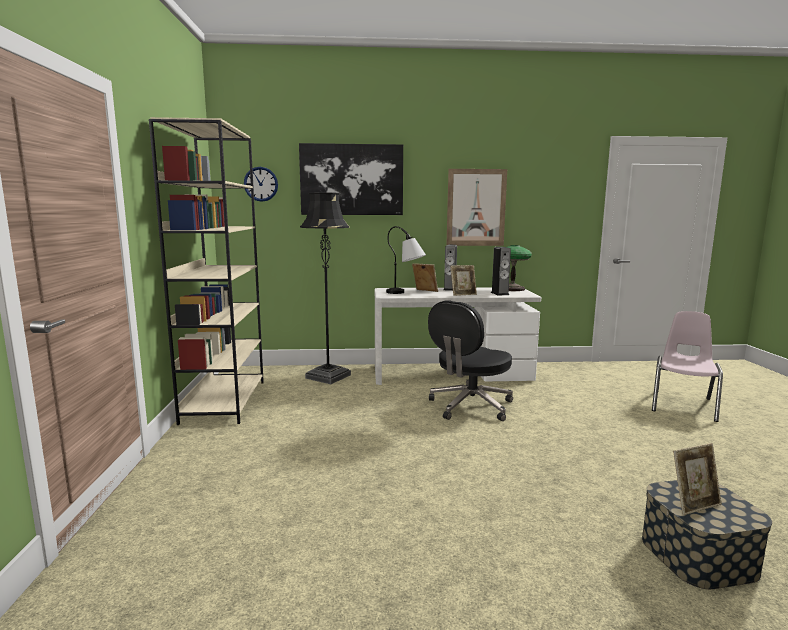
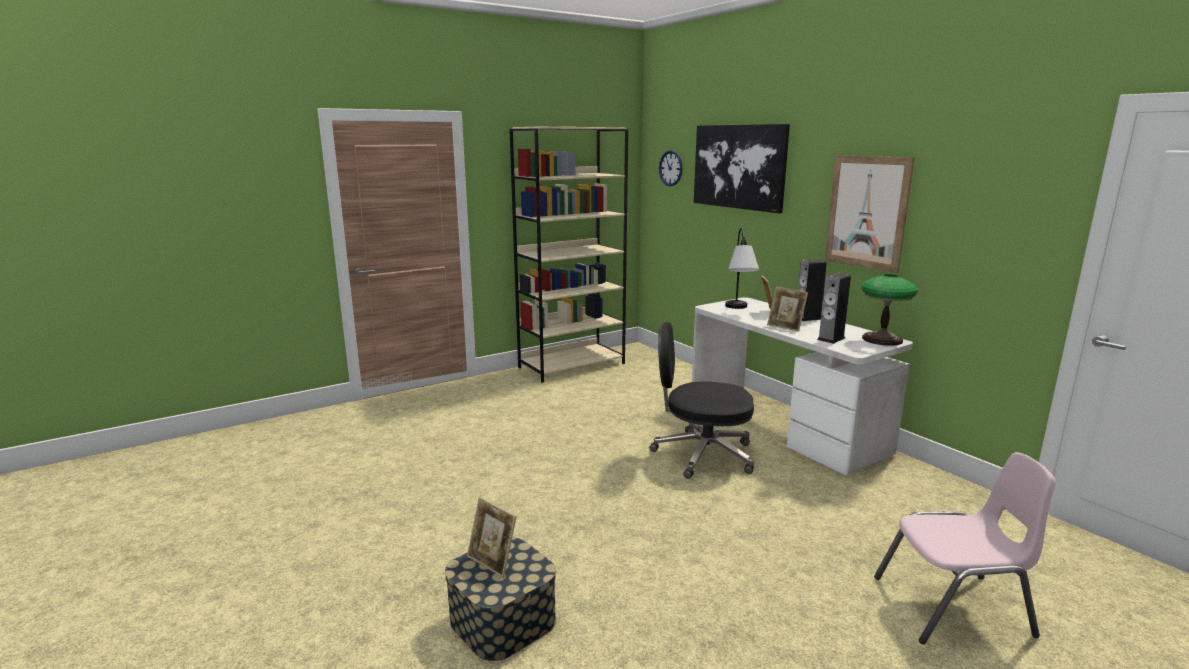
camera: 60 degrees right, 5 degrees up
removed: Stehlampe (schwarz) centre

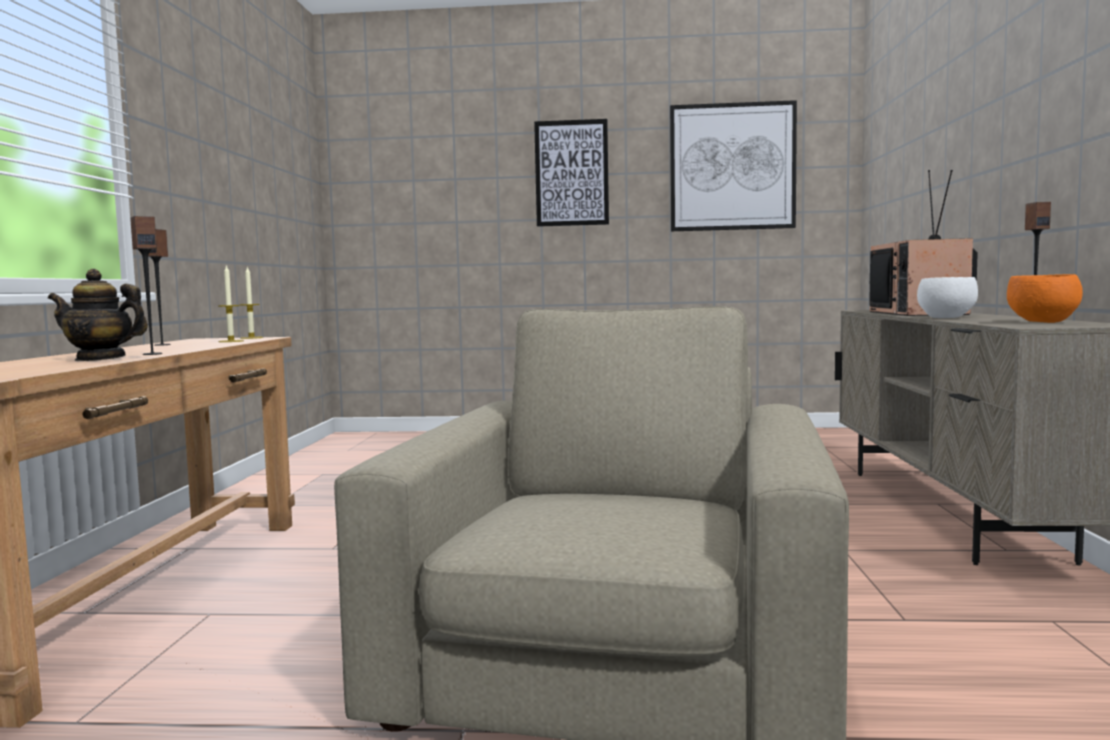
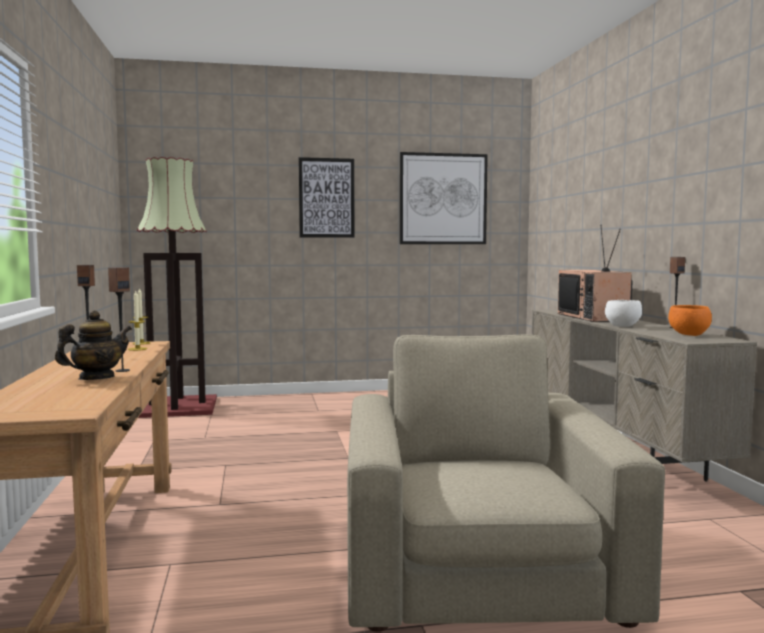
camera: 15 degrees left, 0 degrees up
added: Stehlampe middle left
turned: Teekanne middle left = middle left 150 degrees clockwise

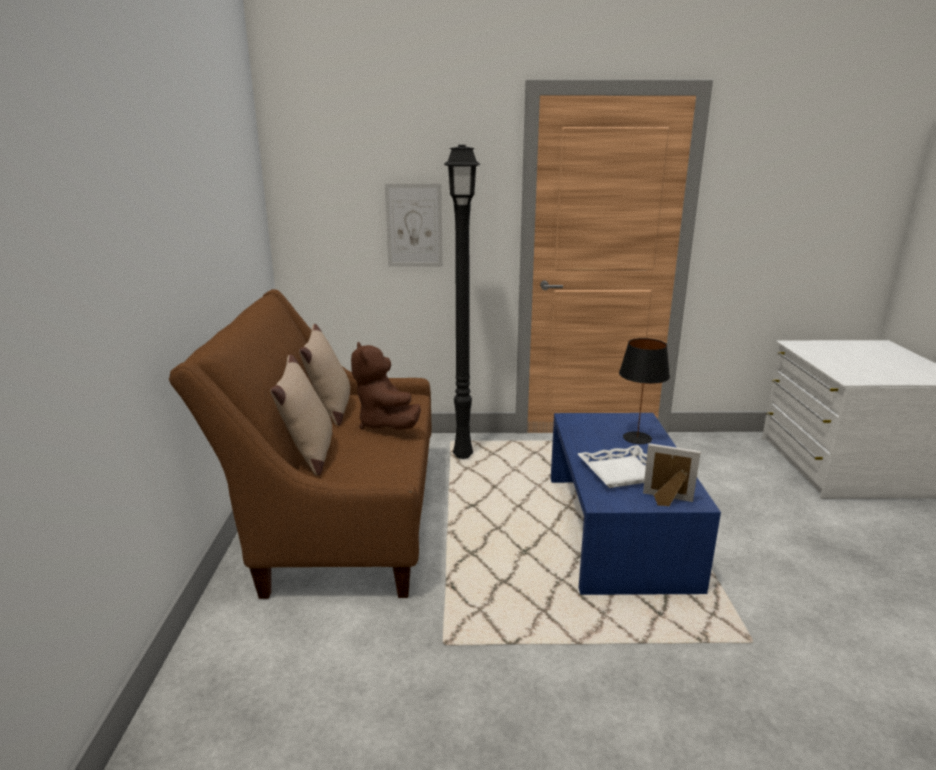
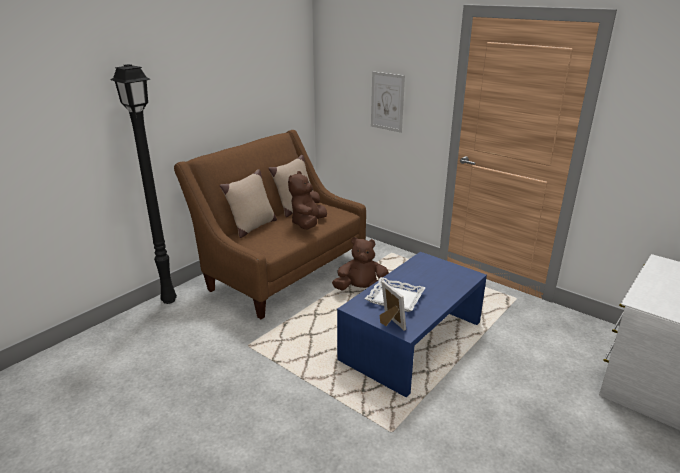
camera: 40 degrees right, 5 degrees up
removed: Tischlampe (schwarz) middle right
added: Plüschtier (braun) (2nd from left) centre
moved: Stehlampe (schwarz) centre to middle left

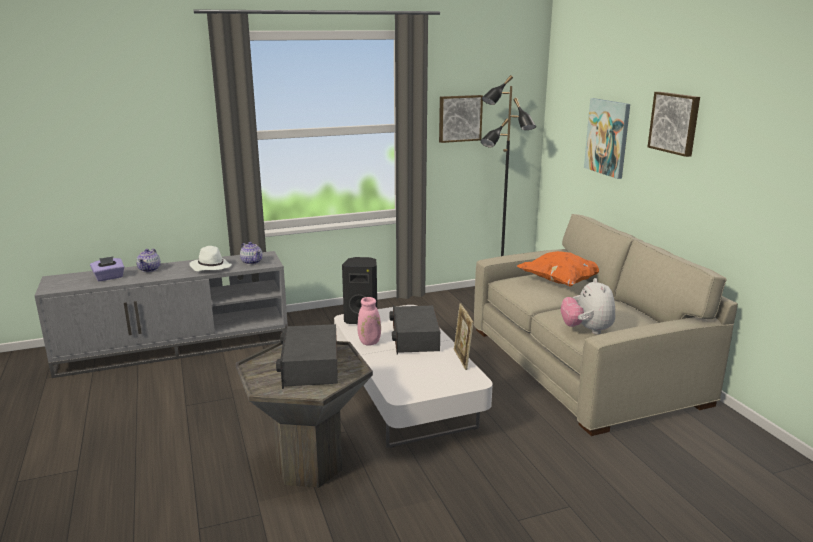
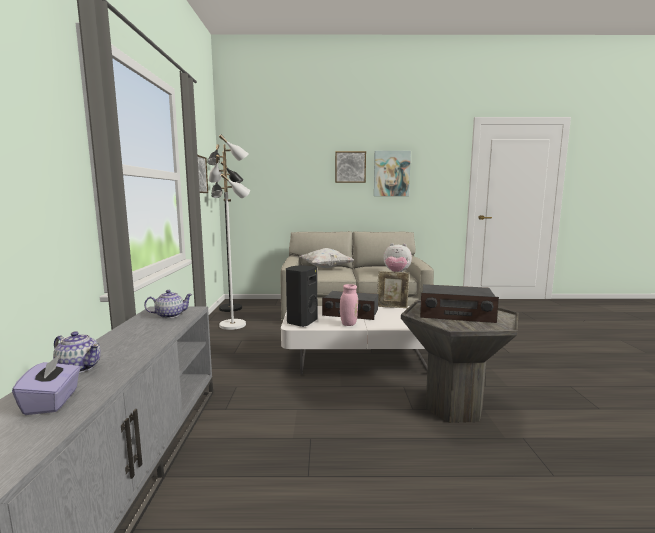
camera: 70 degrees left, 10 degrees down
removed: Hut (weiß) middle left
added: Stehlampe (weiß) centre
moved: Bild (2nd from left in the first image) top right to Bild (3rd from left) top centre
recoloured: Kissen (orange) middle right to Kissen (weiß) centre

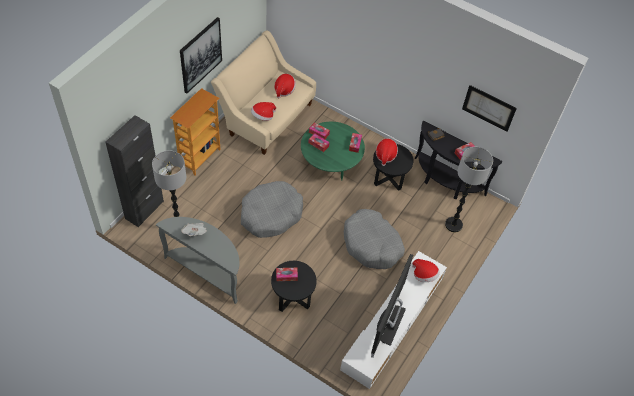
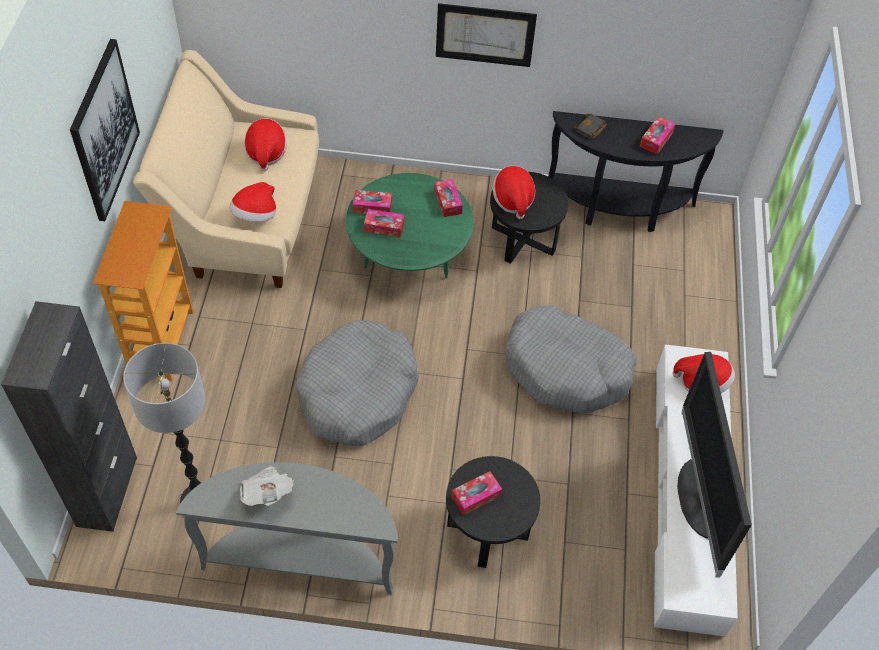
camera: 25 degrees left, 0 degrees up
removed: Stehlampe (2nd from left) middle right
moved: Bild (2nd from left) top right to top centre

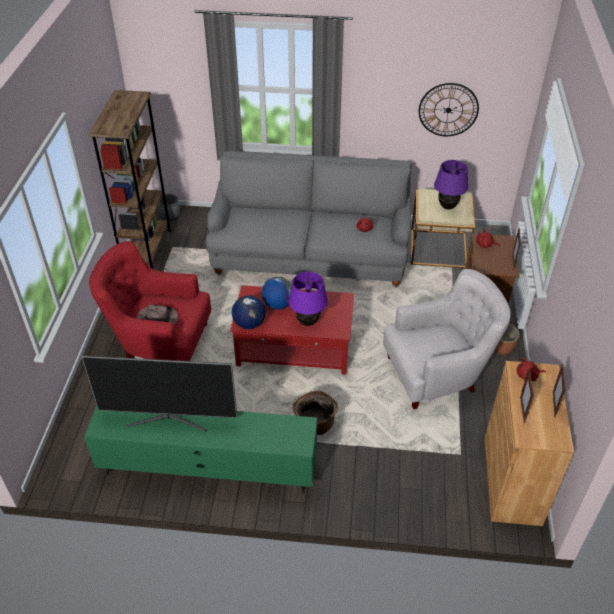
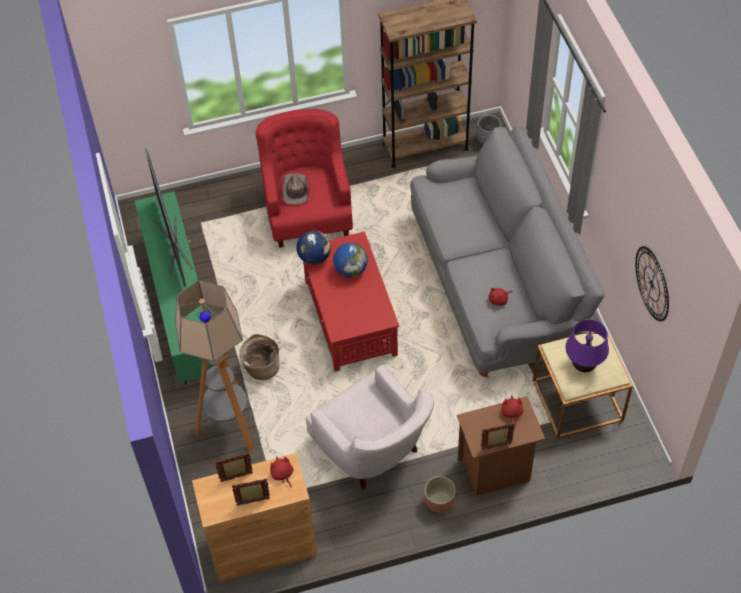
camera: 70 degrees right, 10 degrees up
removed: Tischlampe (lila) (1st from left) centre
added: Stehlampe middle left

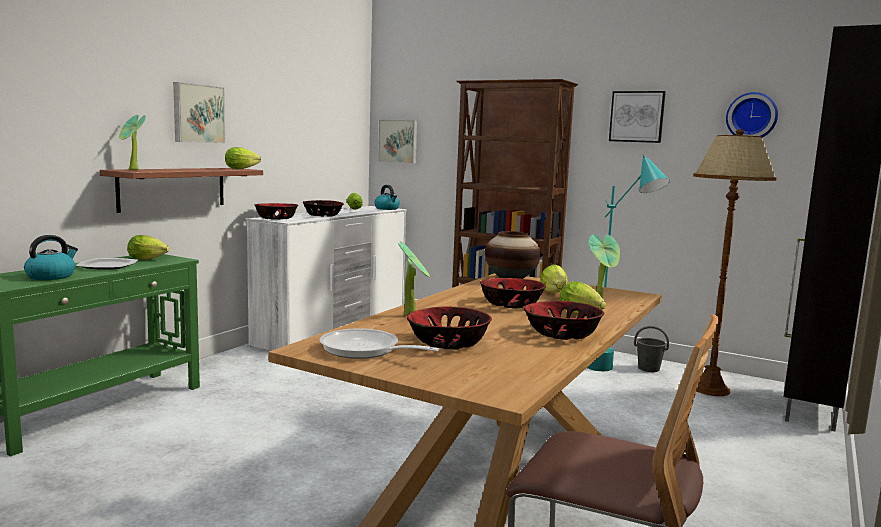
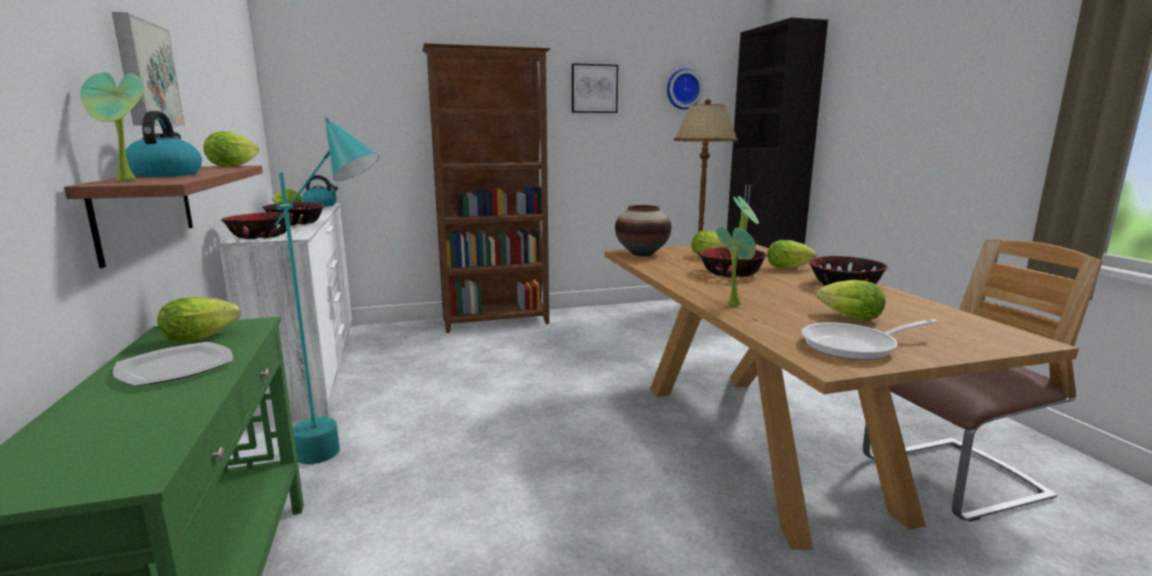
camera: 45 degrees left, 5 degrees up
removed: Bild (2nd from left) top centre; Eimer (grau) middle right
moved: Wasserkessel (1st from left) middle left to top left; Stehlampe (türkis) middle right to middle left
replaced: Schüssel (3rd from left) centre to Salatkopf (6th from left) middle right

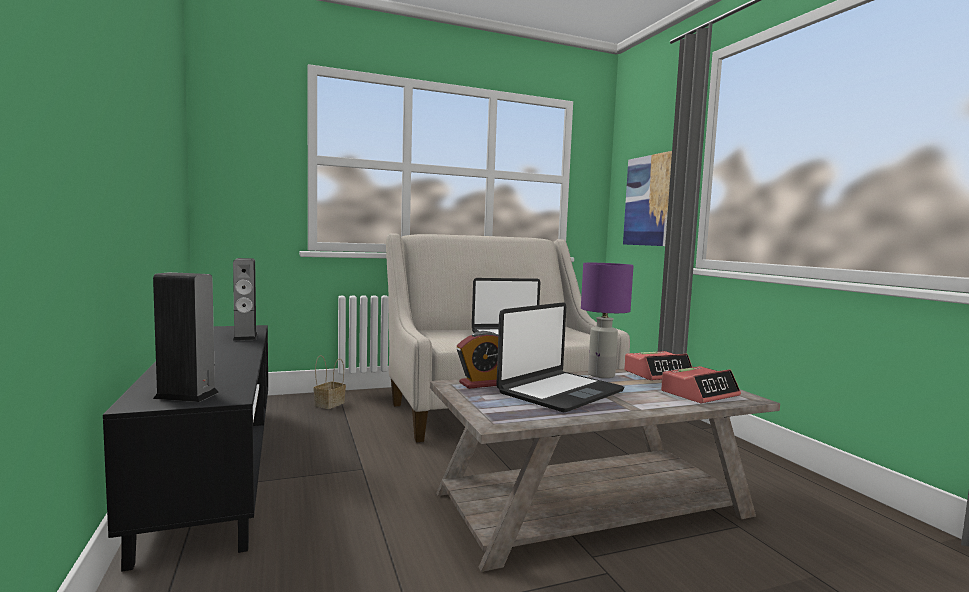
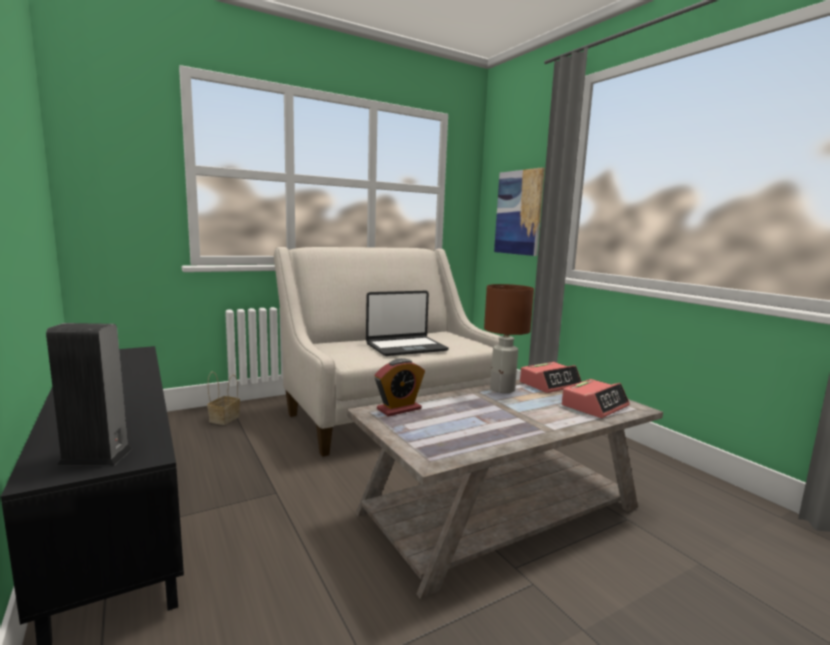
camera: 10 degrees left, 5 degrees up
removed: Lautsprecher (2nd from left) middle left; Laptop (2nd from left) centre
recoloured: Tischlampe (lila) centre to Tischlampe (braun) centre

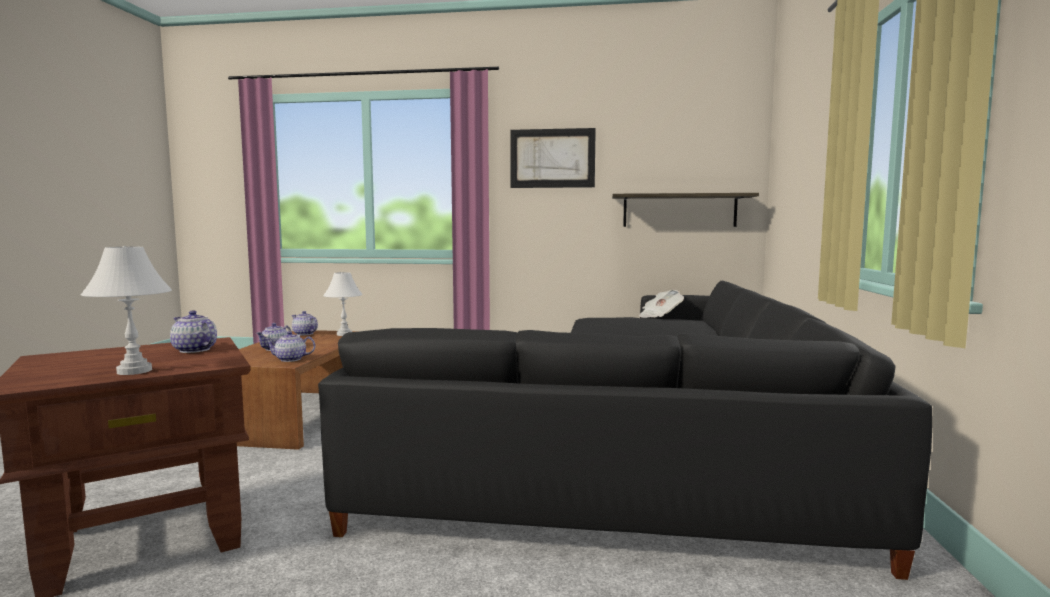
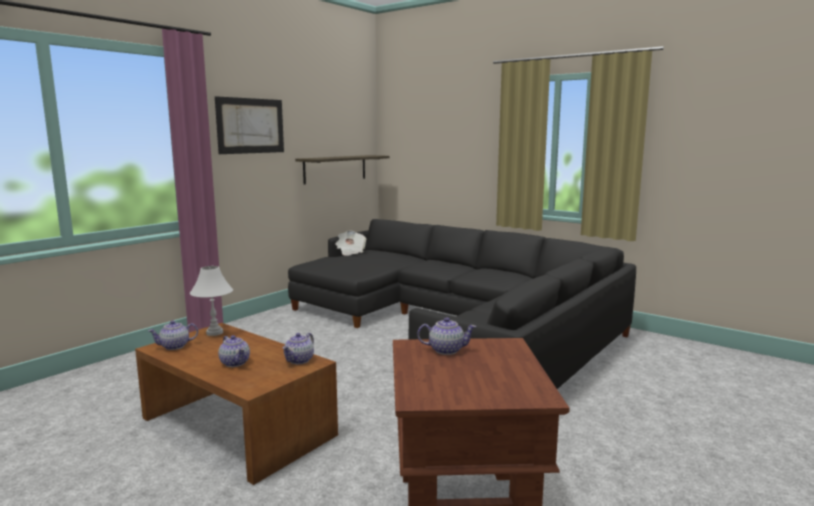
camera: 60 degrees left, 5 degrees up
removed: Tischlampe (weiß) (1st from left) middle left
turned: Teekanne (1st from left in the first image) middle left = centre 150 degrees counterclockwise

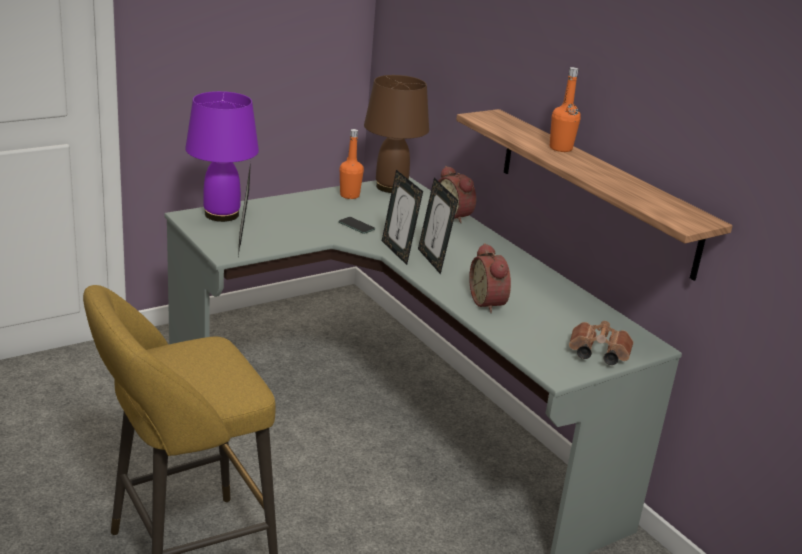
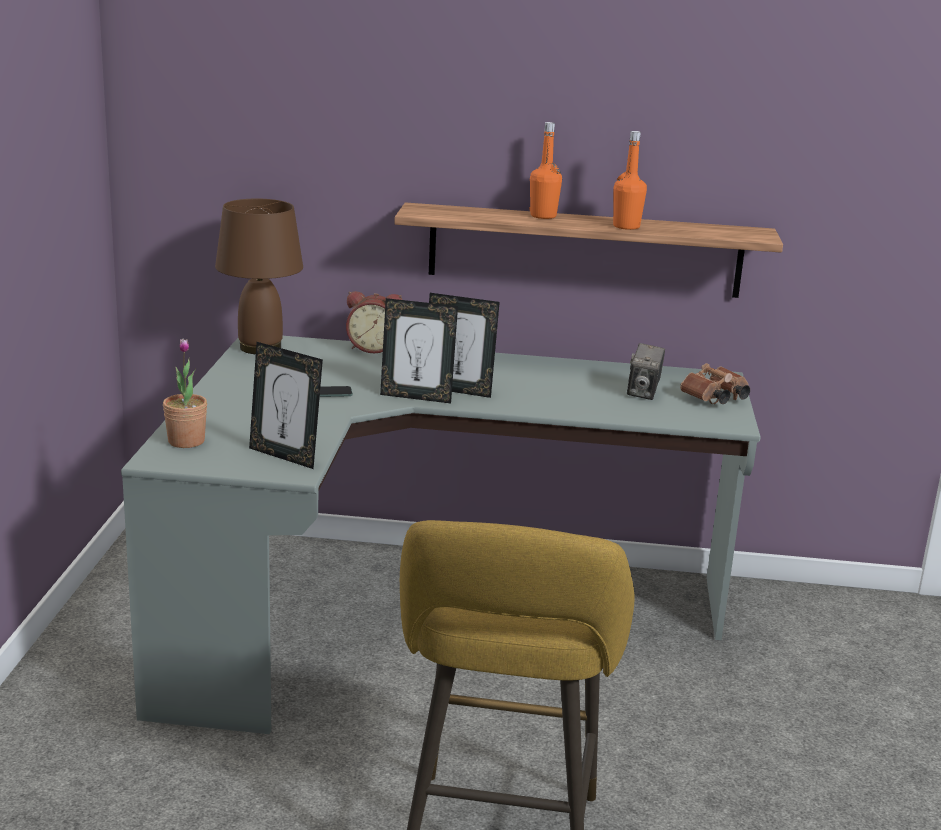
camera: 50 degrees left, 5 degrees down
removed: Wecker (2nd from left) centre
added: Kamera middle right
moved: Flasche (orange) (1st from left in the first image) top centre to Flasche (orange) (2nd from left) top right
replaced: Tischlampe (lila) top left to Topfpflanze middle left

